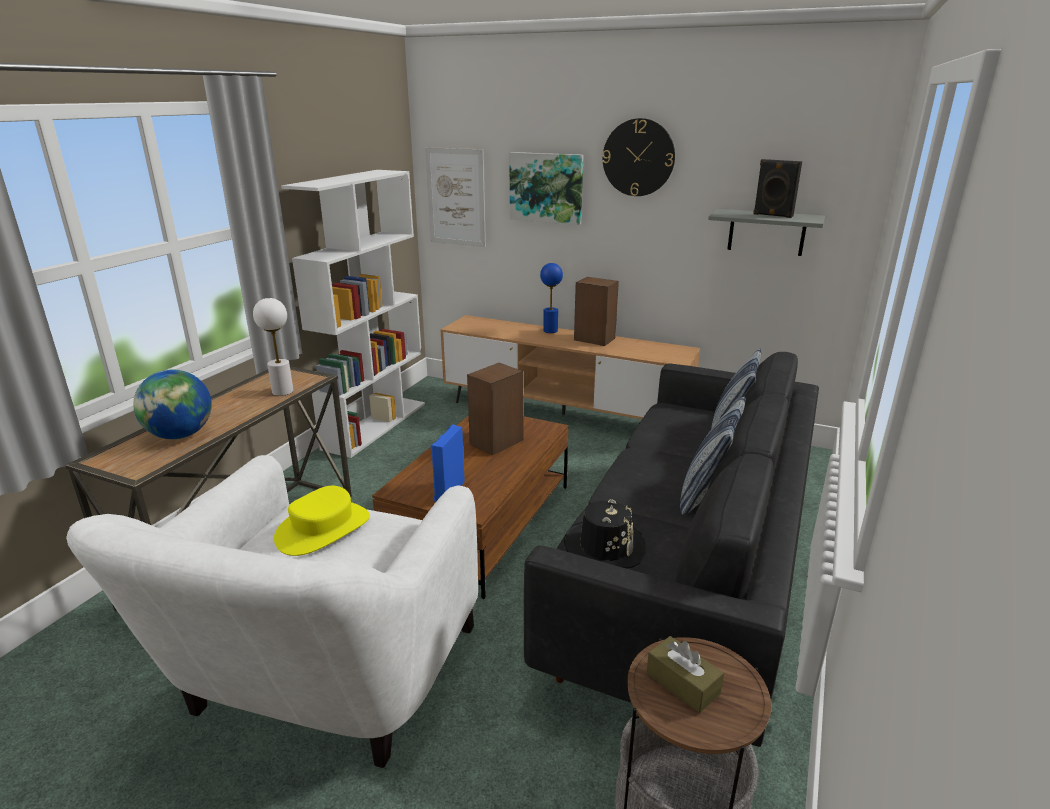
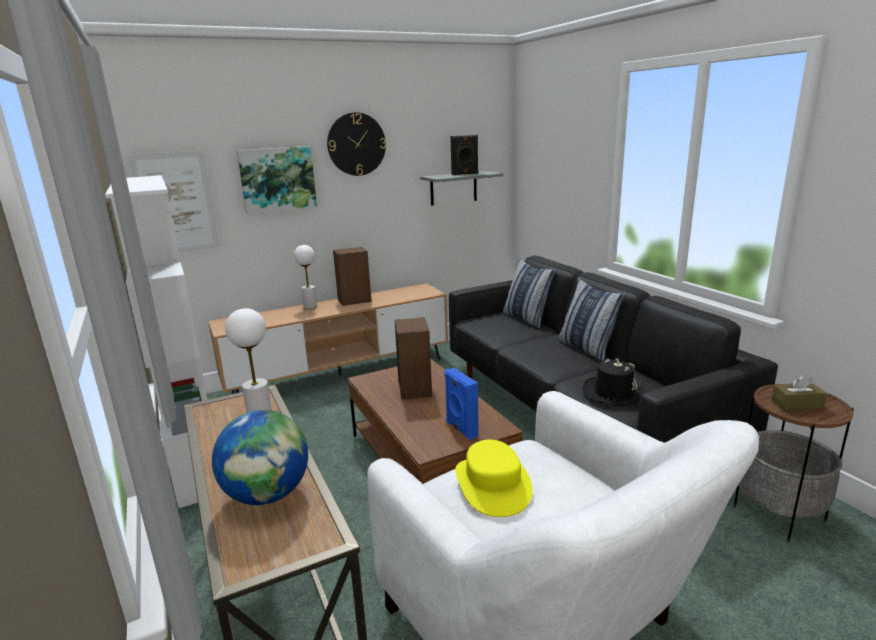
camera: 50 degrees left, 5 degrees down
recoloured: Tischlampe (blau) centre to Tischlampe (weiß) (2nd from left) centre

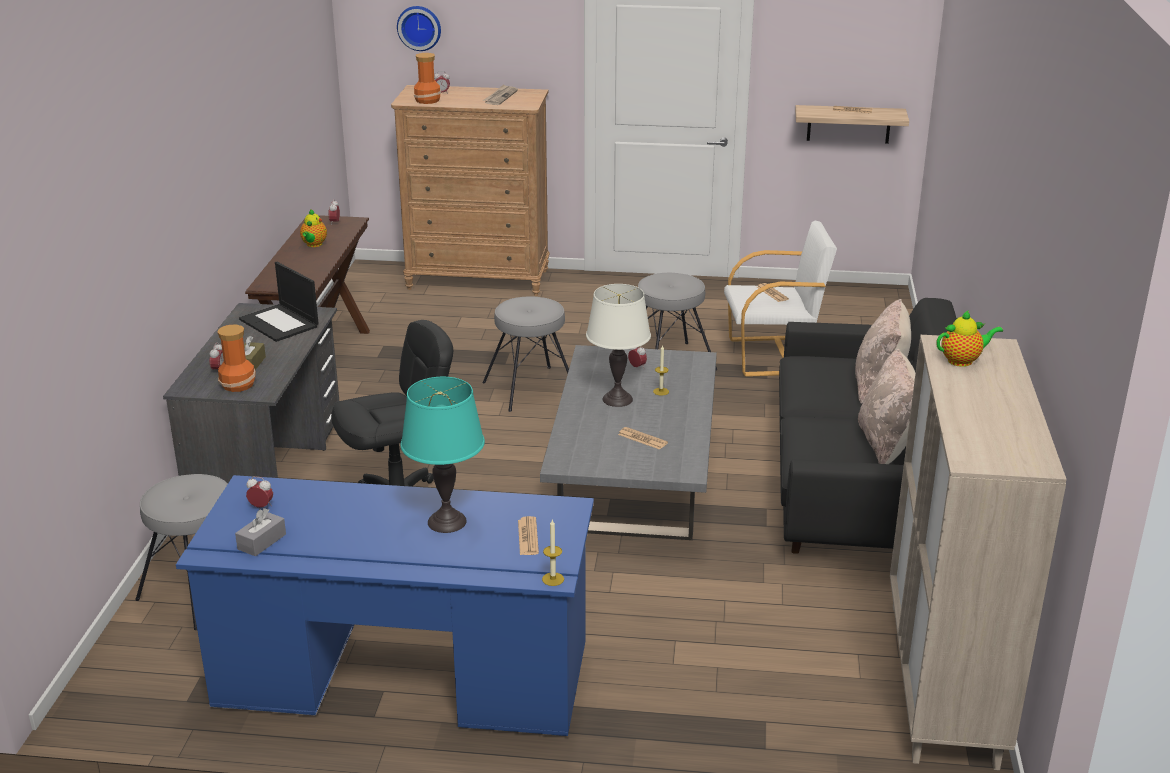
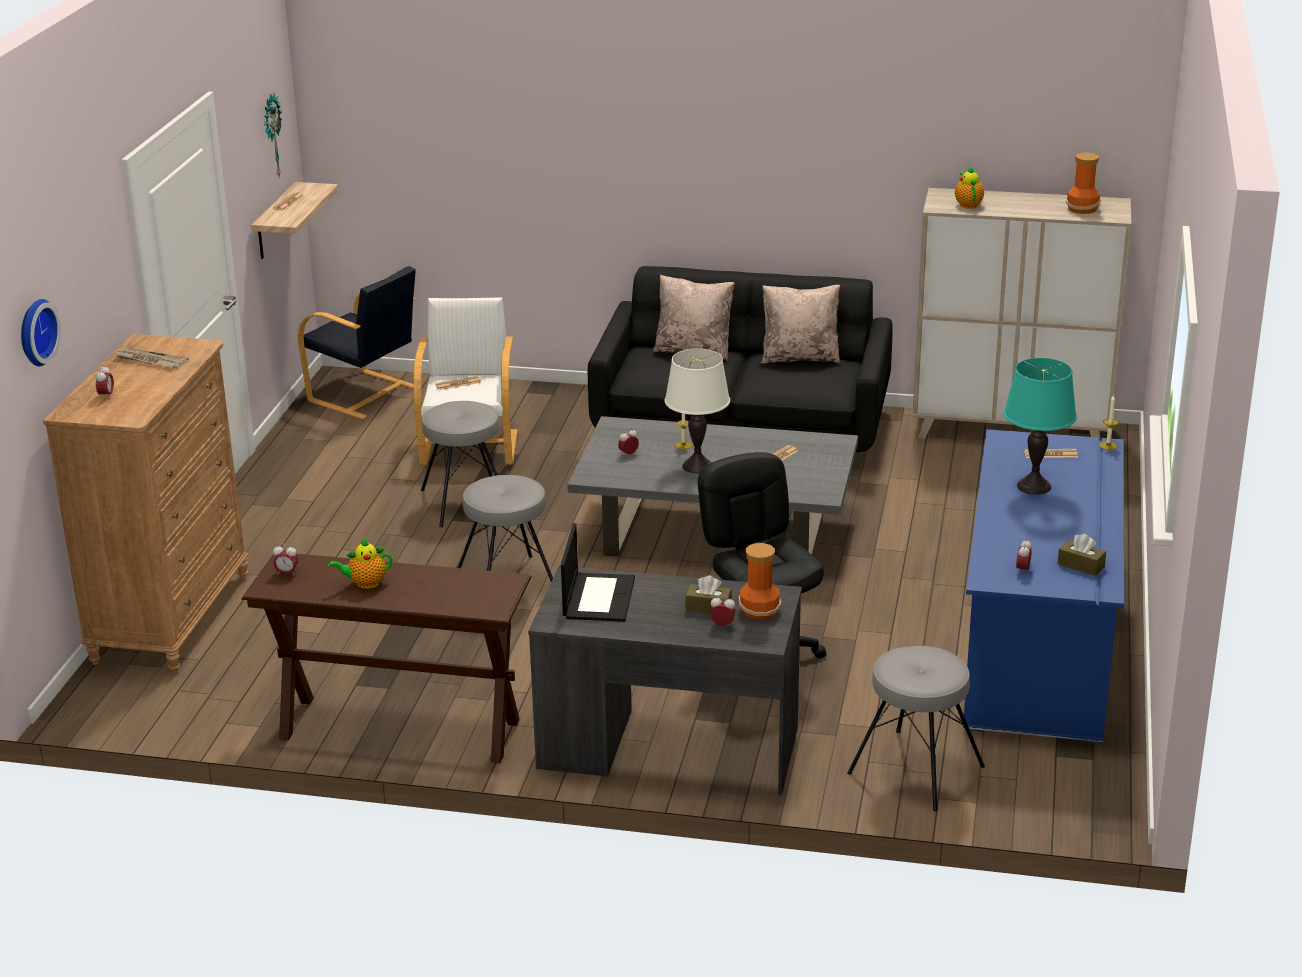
camera: 85 degrees left, 0 degrees up
added: Wanduhr (2nd from left) top left; Sessel (schwarz) middle left
moved: Vase (2nd from left) top centre to top right
recoloured: Taschentuchbox (grau) bottom left to Taschentuchbox (braun) (2nd from left) middle right
turned: Teekanne (1st from left) top left = middle left 150 degrees clockwise; Laptop middle left = centre 45 degrees counterclockwise

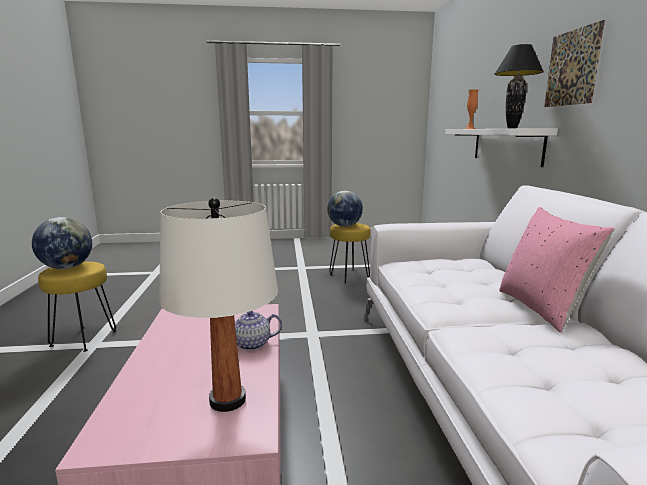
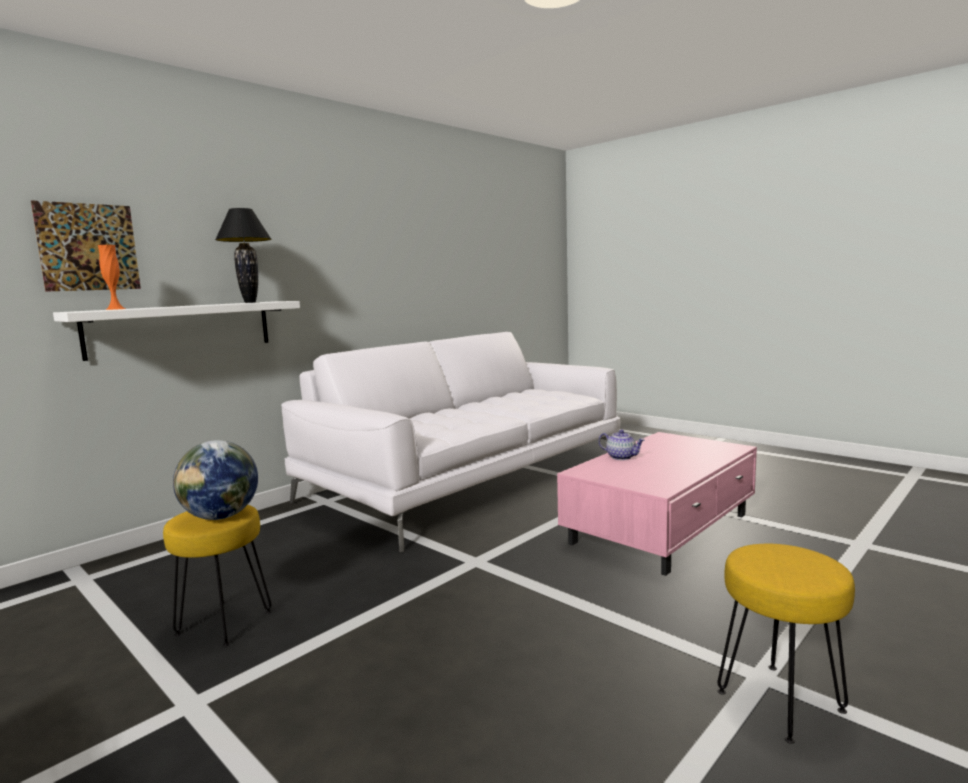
camera: 130 degrees left, 5 degrees down
removed: Globus (1st from left) middle left; Tischlampe (weiß) centre; Kissen (rosa) middle right
moved: Bild top right to top left

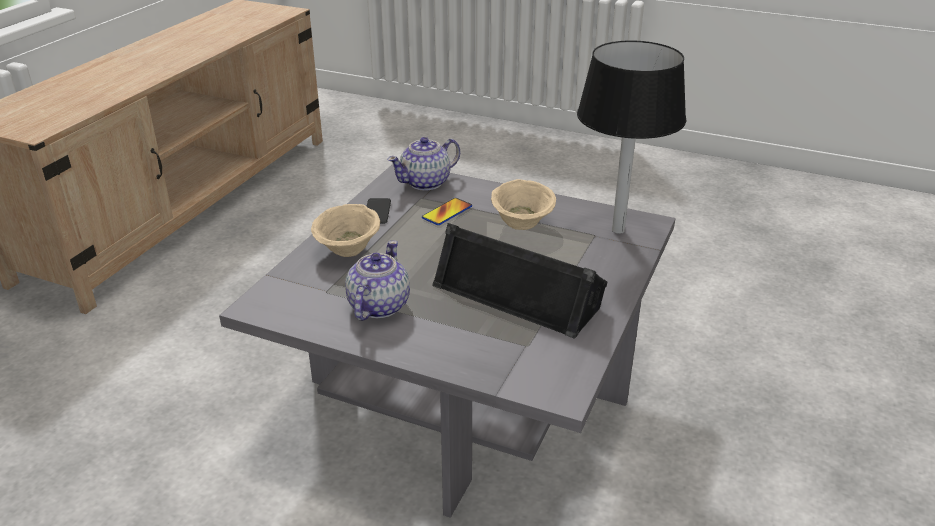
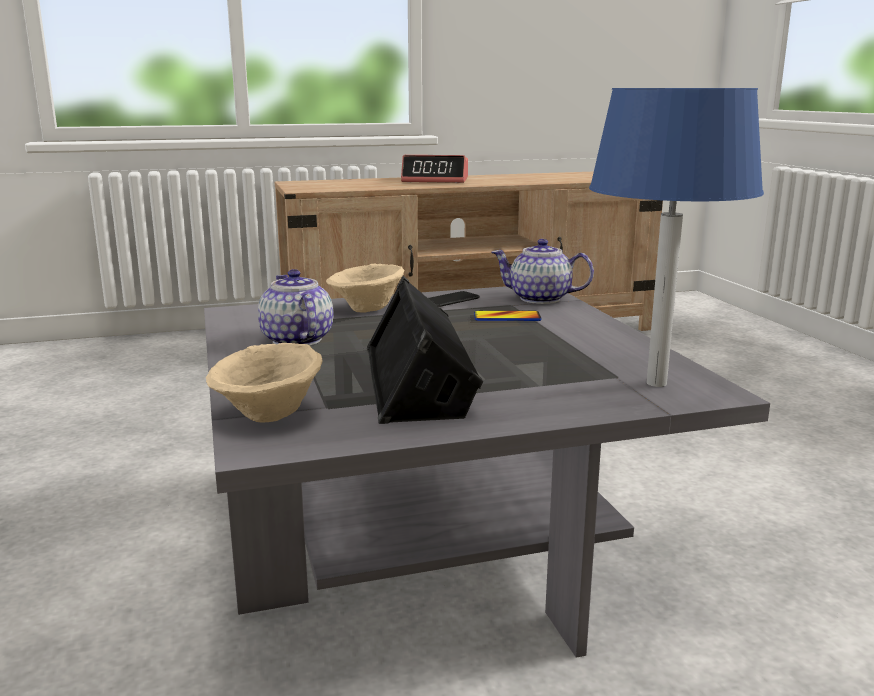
camera: 50 degrees right, 15 degrees down
added: Wecker top centre
moved: Schüssel (beige) (2nd from left in the first image) centre to Schüssel (beige) (1st from left) middle left
recoloured: Tischlampe (schwarz) top right to Tischlampe (blau) middle right
turned: Teekanne (1st from left) centre = centre 90 degrees counterclockwise

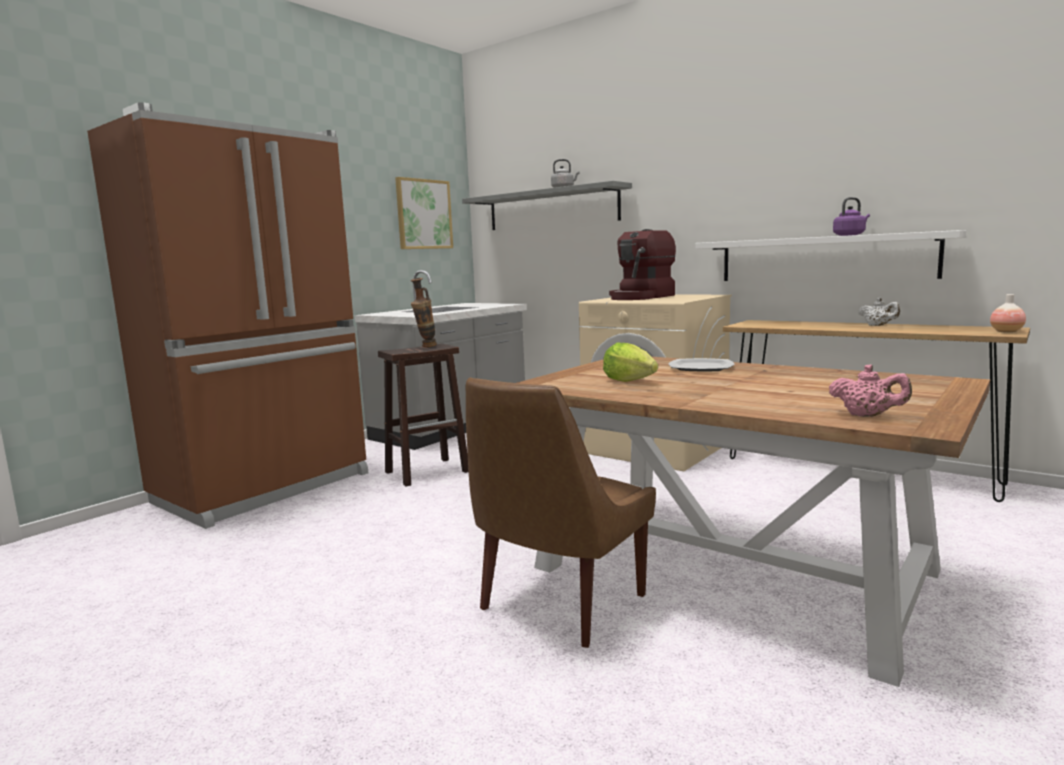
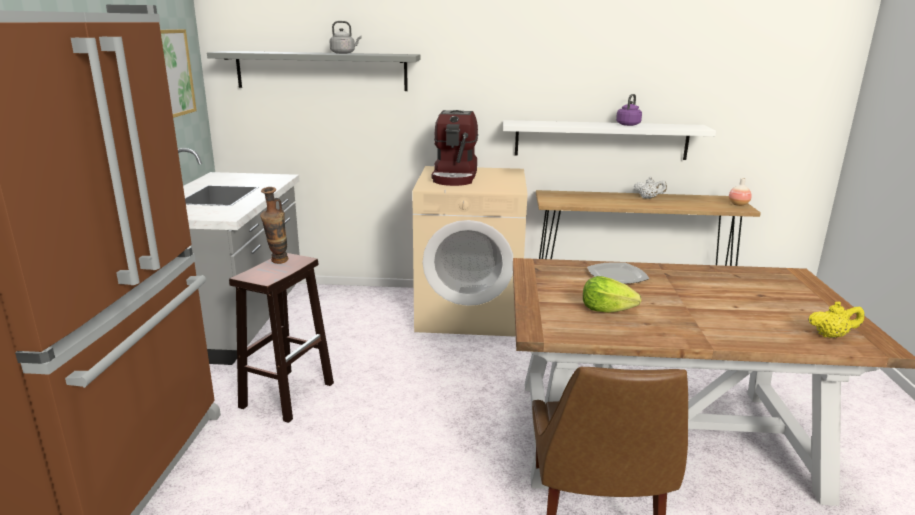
camera: 35 degrees left, 10 degrees up
recoloured: Teekanne (rosa) middle right to Teekanne (gelb) middle right

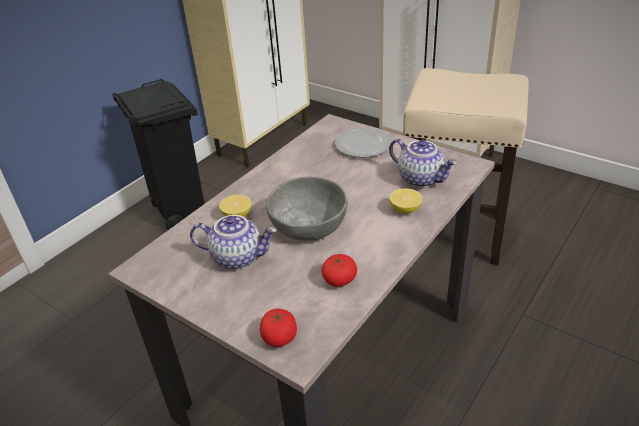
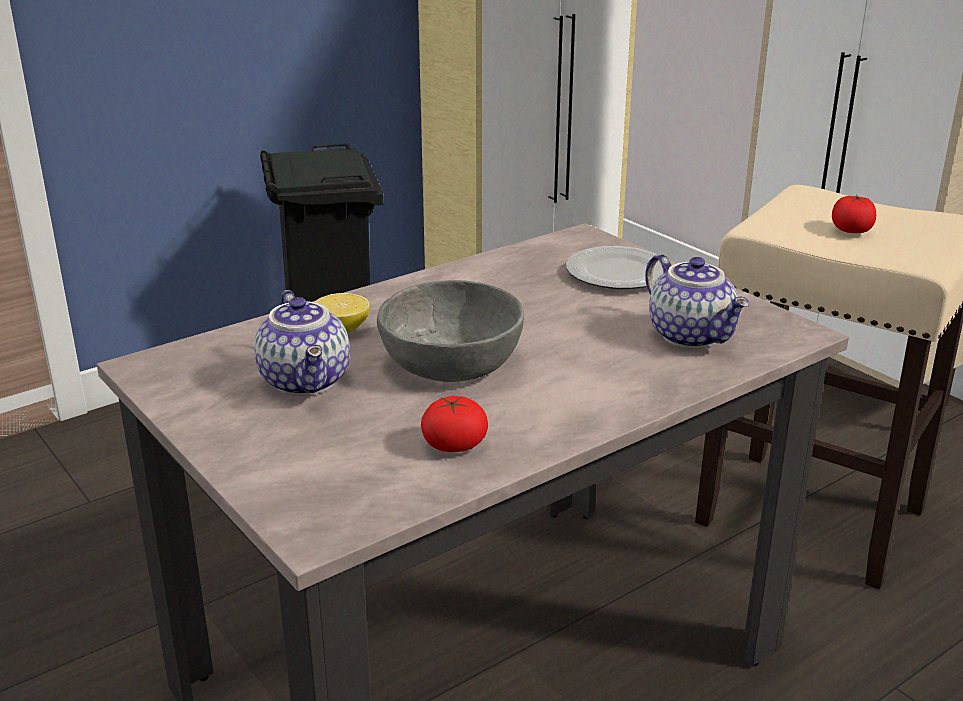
camera: 15 degrees right, 10 degrees down
removed: Zitrone (2nd from left) centre
moved: Tomate (1st from left in the first image) bottom centre to Tomate (2nd from left) top right
turned: Teekanne (1st from left) centre = middle left 45 degrees clockwise

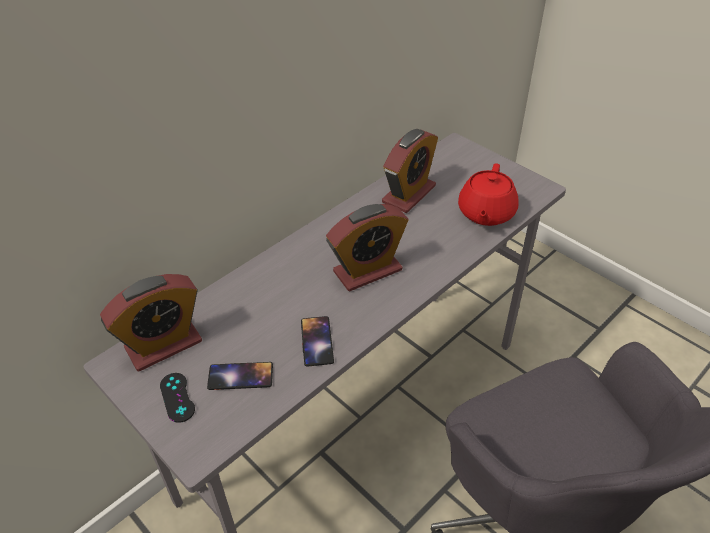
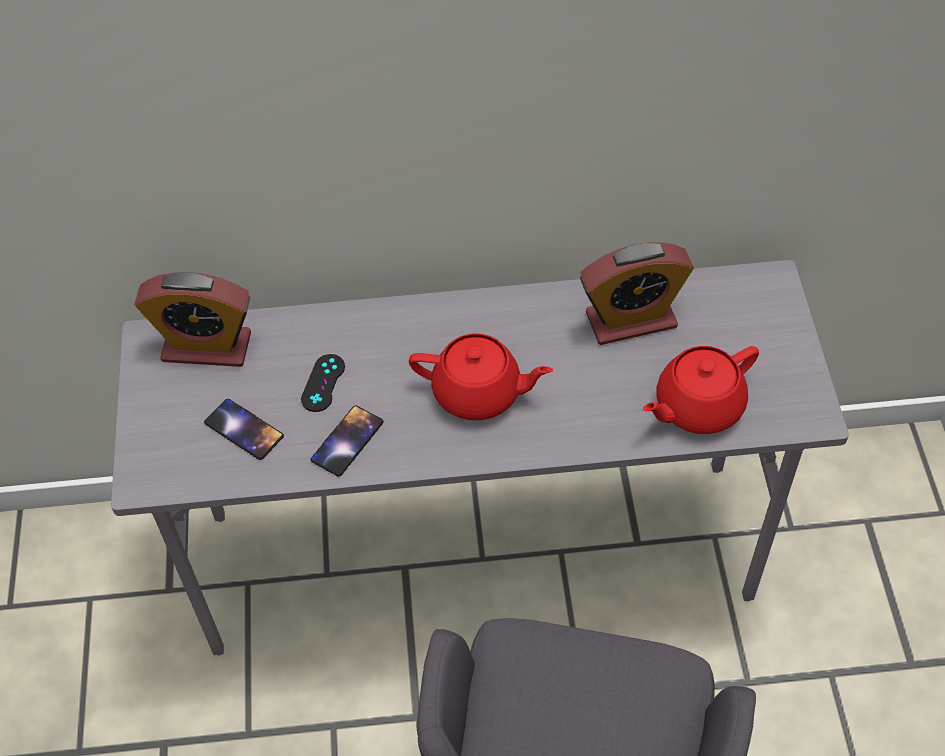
camera: 40 degrees right, 10 degrees up
moved: Gamepad (schwarz) bottom left to centre
replaced: Wecker (2nd from left) centre to Teekanne (rot) (1st from left) centre

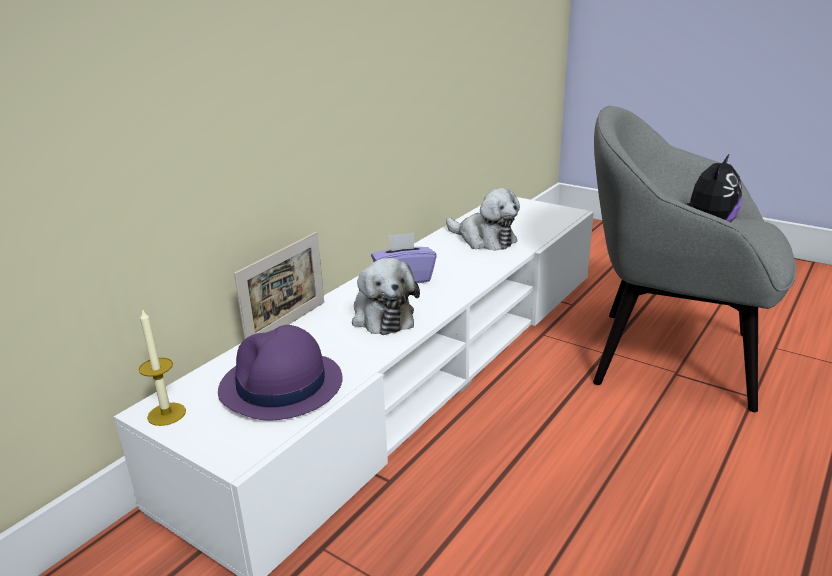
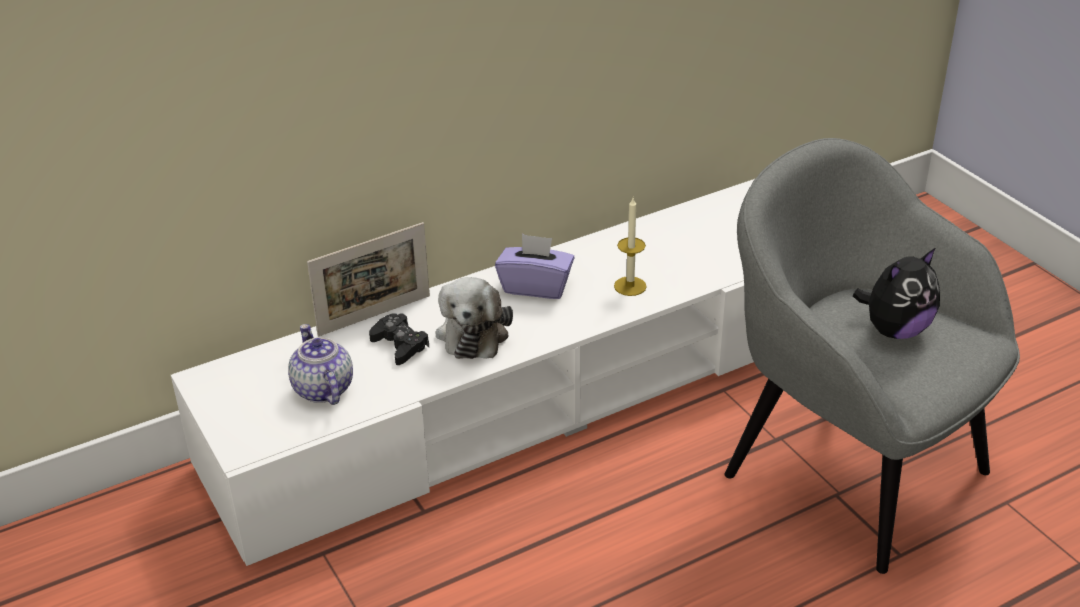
camera: 25 degrees right, 10 degrees up
removed: Plüschtier (2nd from left) centre
added: Gamepad (schwarz) centre
moved: Kerze middle left to centre
replaced: Hut (lila) centre to Teekanne middle left

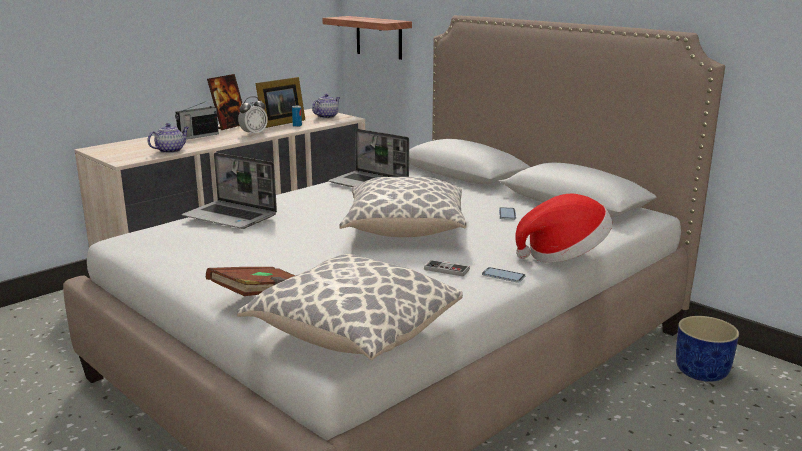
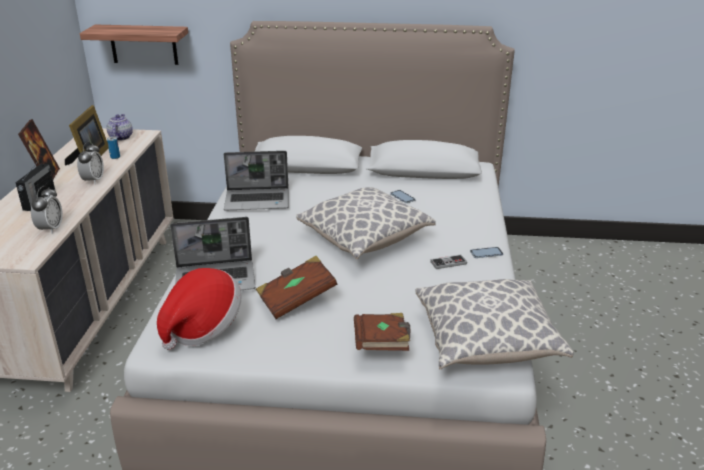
camera: 40 degrees left, 10 degrees up
removed: Pflanzkübel (blau) bottom right
added: Buch (braun) (1st from left) centre
moved: Hut middle right to middle left
replaced: Teekanne (1st from left) top left to Wecker (1st from left) middle left

